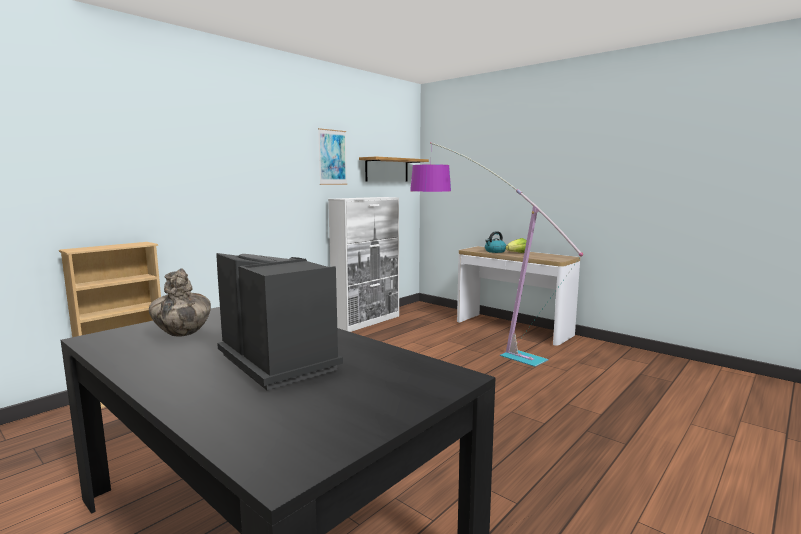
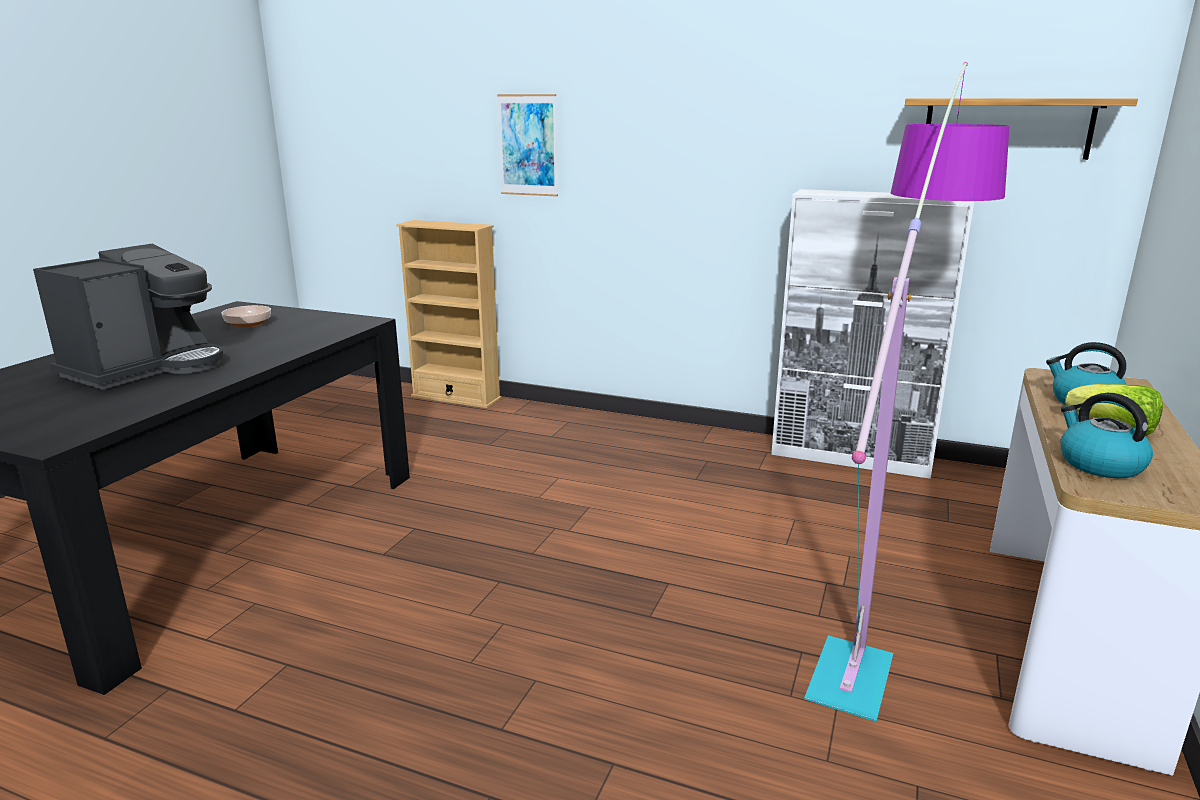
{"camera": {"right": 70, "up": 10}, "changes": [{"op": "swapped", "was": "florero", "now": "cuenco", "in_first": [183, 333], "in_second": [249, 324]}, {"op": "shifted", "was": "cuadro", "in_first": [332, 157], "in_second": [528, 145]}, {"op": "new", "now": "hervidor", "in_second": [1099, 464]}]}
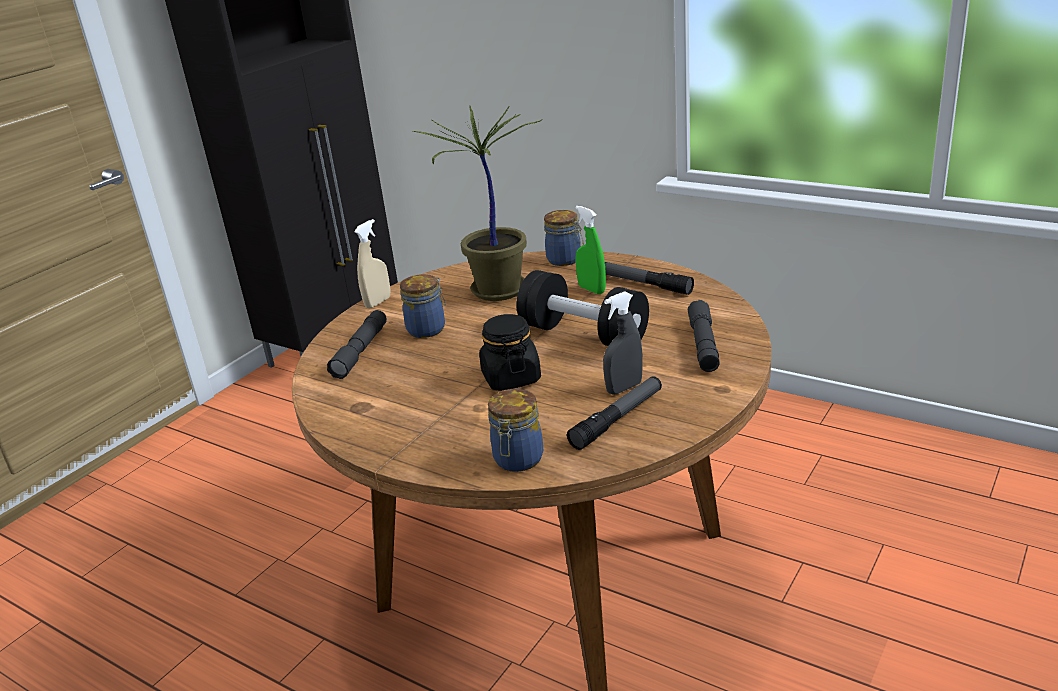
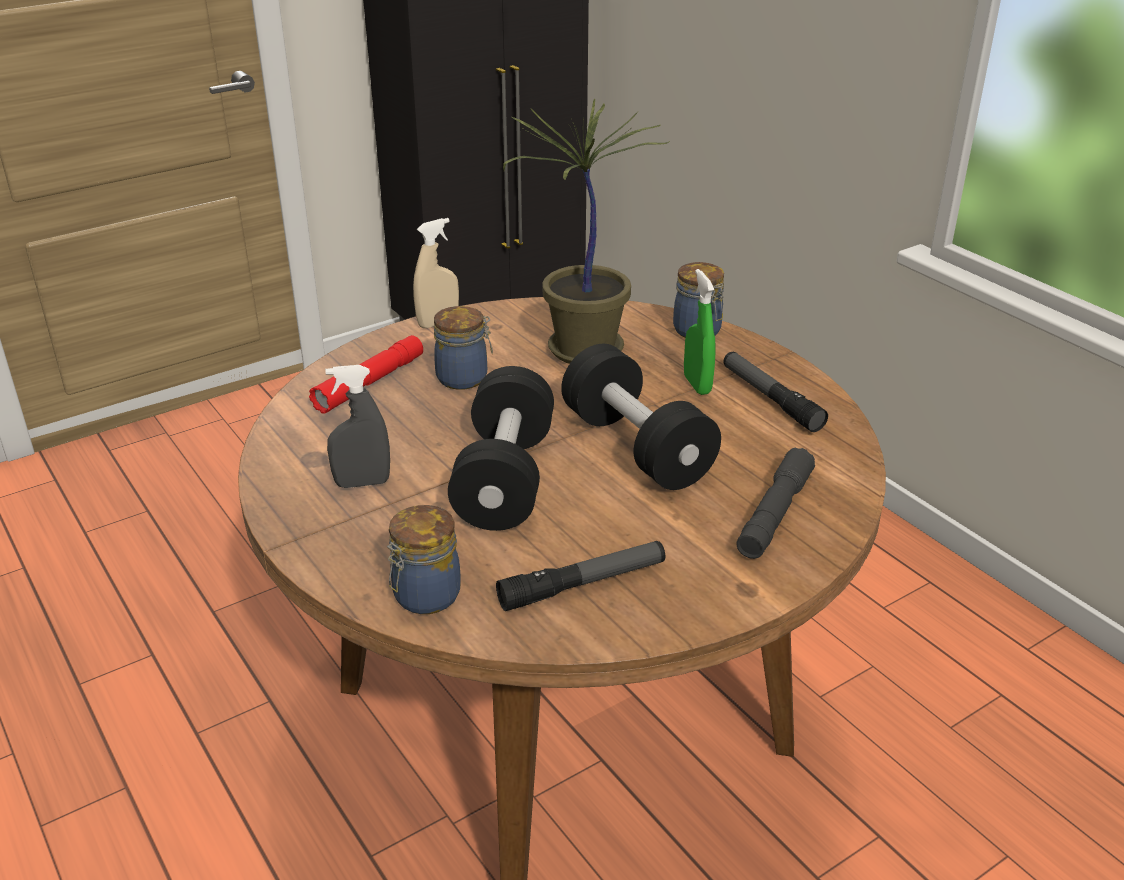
{"camera": {"right": 20, "up": 5}, "changes": [{"op": "repainted", "was": "linterna [gris]", "now": "linterna [rojo]", "in_first": [360, 351], "in_second": [370, 383]}, {"op": "shifted", "was": "pulverizador [gris]", "in_first": [624, 388], "in_second": [362, 483]}, {"op": "swapped", "was": "tarro [negro]", "now": "mancuerna [negro]", "in_first": [511, 378], "in_second": [505, 479]}]}
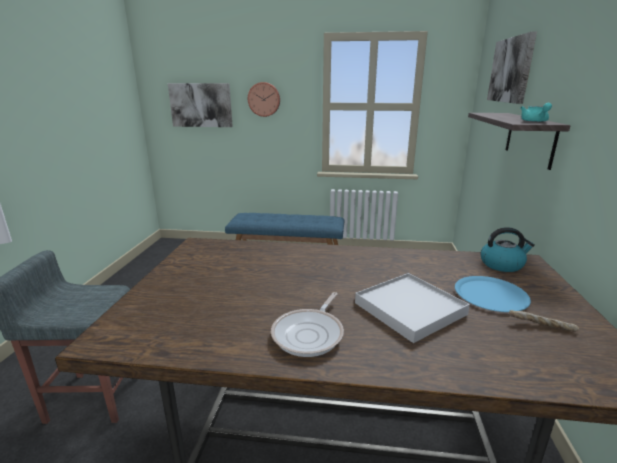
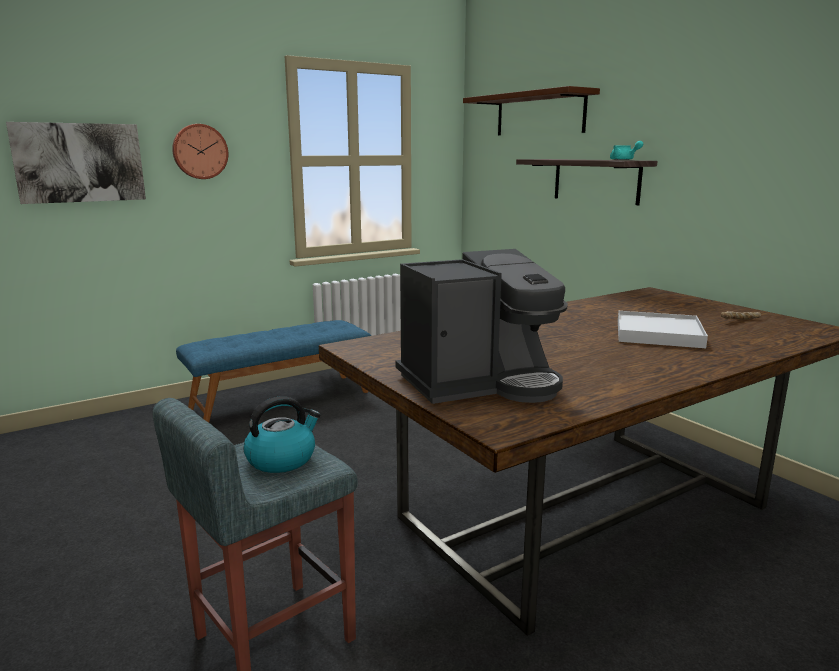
{"camera": {"right": -40, "up": -5}, "changes": [{"op": "shifted", "was": "hervidor", "in_first": [502, 264], "in_second": [282, 459]}, {"op": "new", "now": "cafetera", "in_second": [480, 383]}, {"op": "swapped", "was": "cuadro", "now": "estante [marrón]", "in_first": [511, 70], "in_second": [539, 114]}, {"op": "gone", "was": "sartén", "in_first": [310, 334]}, {"op": "gone", "was": "plato [azul]", "in_first": [490, 295]}]}
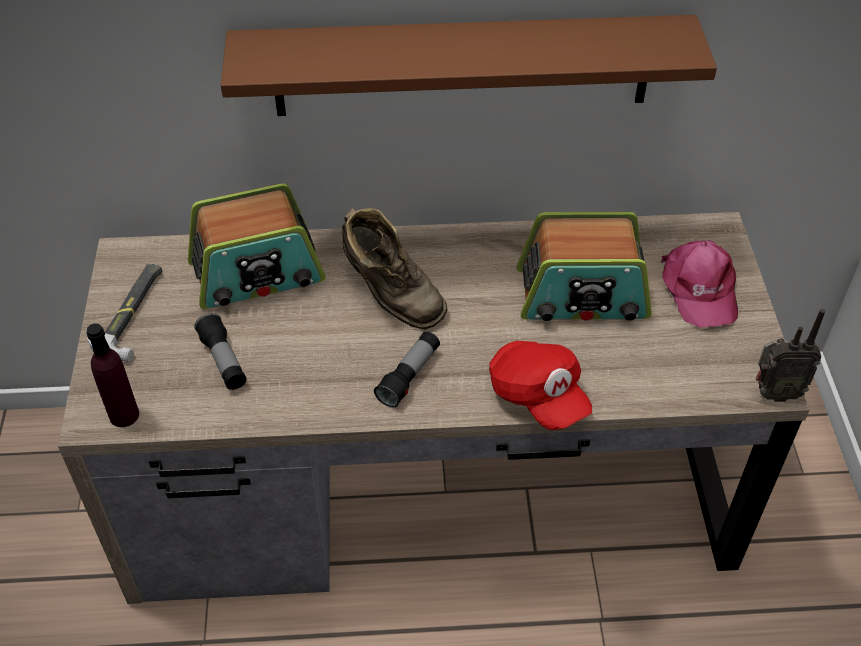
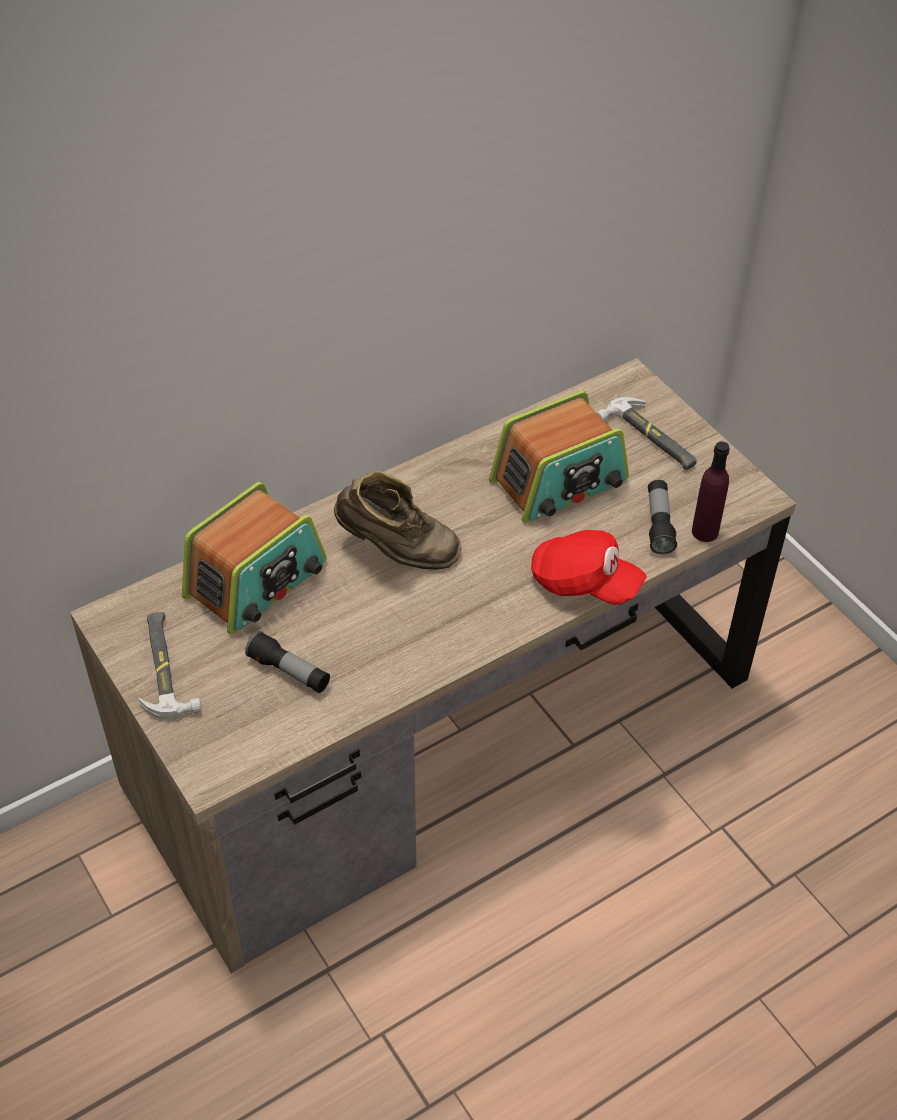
{"camera": {"right": -30, "up": 0}, "changes": [{"op": "swapped", "was": "gorra [rosa]", "now": "martillo", "in_first": [699, 289], "in_second": [650, 438]}, {"op": "shifted", "was": "linterna", "in_first": [409, 376], "in_second": [659, 524]}, {"op": "shifted", "was": "botella [morado]", "in_first": [124, 415], "in_second": [705, 532]}, {"op": "gone", "was": "estante [marrón]", "in_first": [462, 66]}, {"op": "gone", "was": "radio", "in_first": [774, 393]}]}
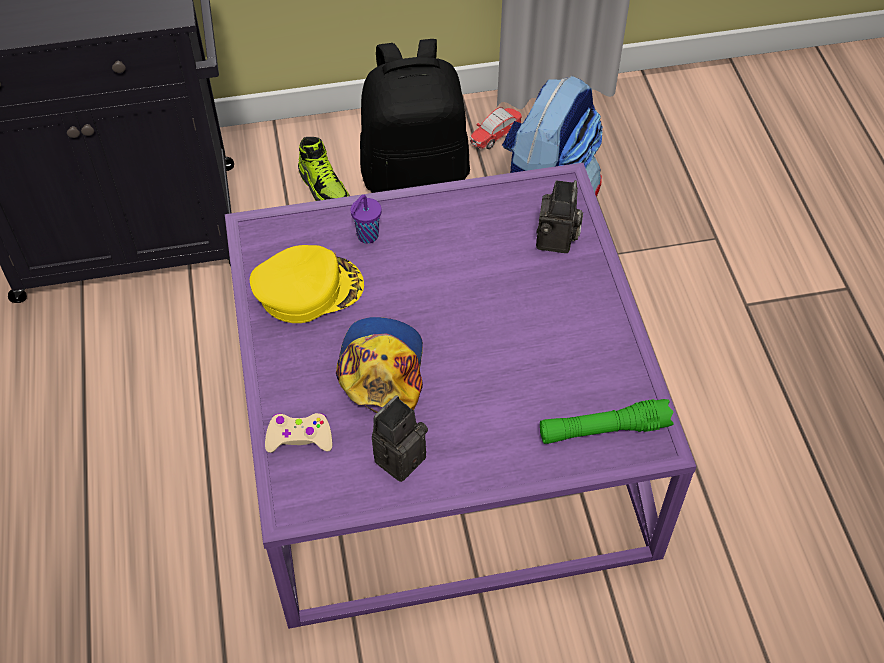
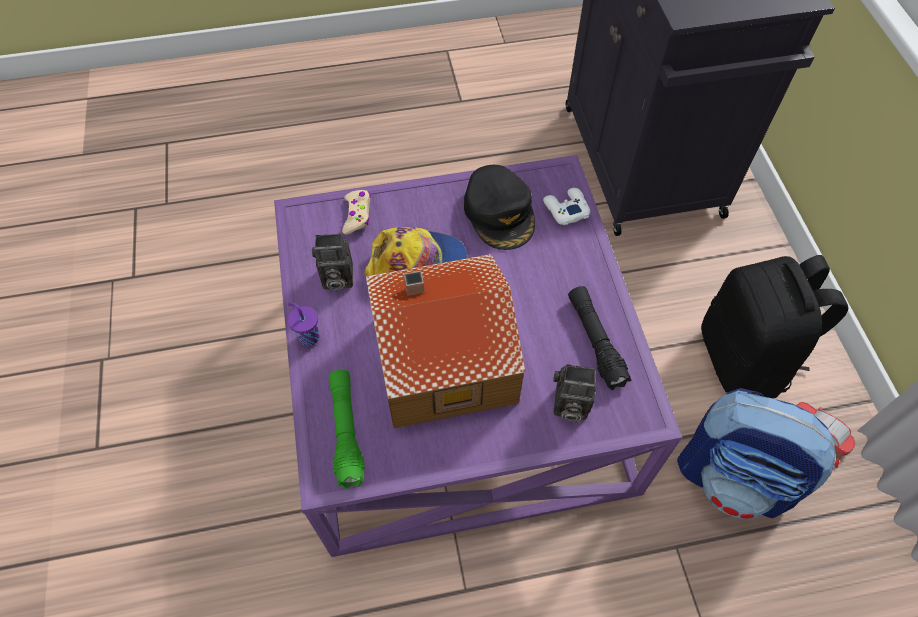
{"camera": {"right": 90, "up": 5}, "changes": [{"op": "shifted", "was": "taza [morado]", "in_first": [366, 237], "in_second": [308, 337]}, {"op": "rotated", "was": "cámara", "in_first": [399, 456], "in_second": [336, 279], "clockwise": 135}, {"op": "new", "now": "casita", "in_second": [440, 357]}, {"op": "repainted", "was": "gorra [amarillo]", "now": "gorra [negro]", "in_first": [308, 289], "in_second": [500, 212]}, {"op": "new", "now": "mando de consola [blanco]", "in_second": [565, 209]}, {"op": "new", "now": "linterna [negro]", "in_second": [595, 341]}, {"op": "gone", "was": "zapato", "in_first": [324, 187]}]}
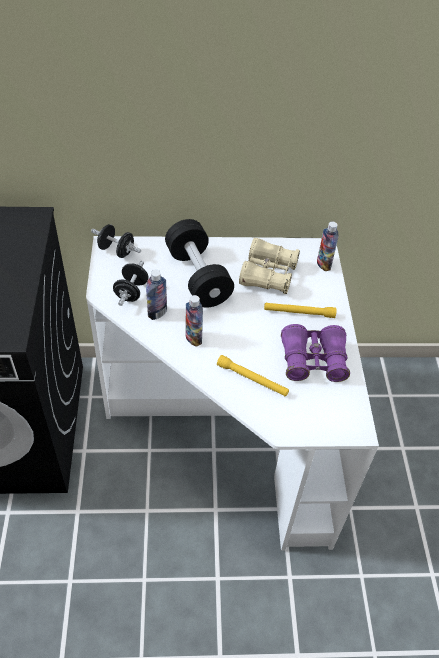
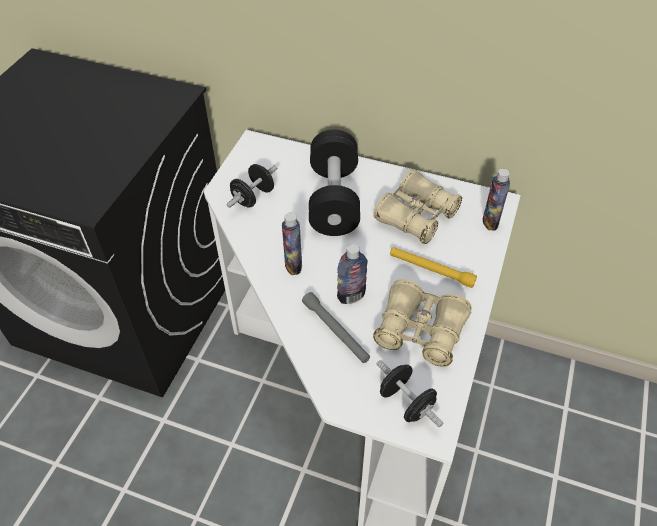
{"camera": {"right": 25, "up": 0}, "changes": [{"op": "repainted", "was": "linterna [amarillo]", "now": "linterna [gris]", "in_first": [252, 379], "in_second": [335, 331]}, {"op": "shifted", "was": "botella", "in_first": [157, 313], "in_second": [351, 296]}, {"op": "repainted", "was": "prismáticos [morado]", "now": "prismáticos [beis]", "in_first": [313, 360], "in_second": [420, 331]}, {"op": "shifted", "was": "mancuerna [negro]", "in_first": [116, 250], "in_second": [406, 403]}]}
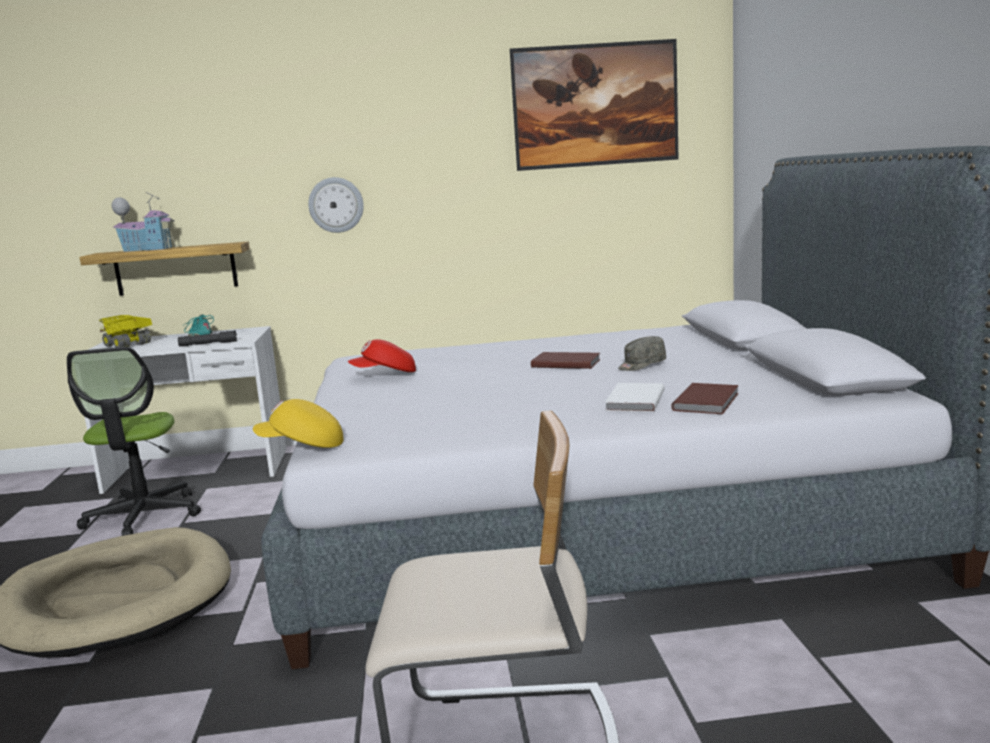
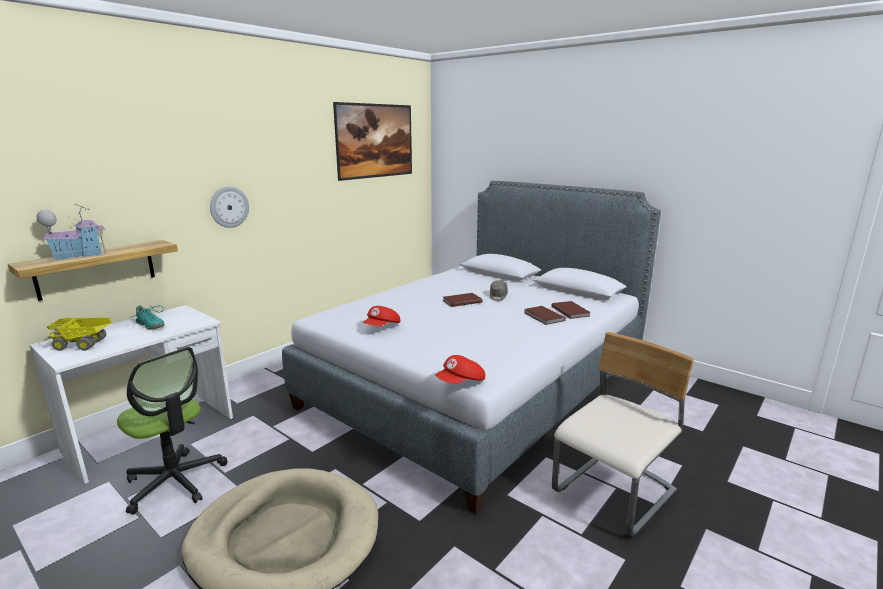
{"camera": {"right": -45, "up": 5}, "changes": [{"op": "repainted", "was": "gorra [amarillo]", "now": "gorra [rojo]", "in_first": [301, 446], "in_second": [461, 383]}, {"op": "repainted", "was": "libro [blanco]", "now": "libro [marrón]", "in_first": [633, 401], "in_second": [543, 317]}, {"op": "gone", "was": "linterna [gris]", "in_first": [208, 344]}]}
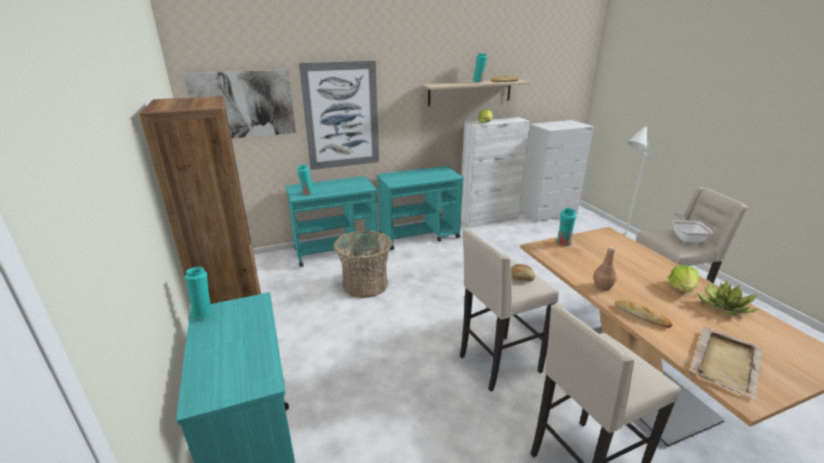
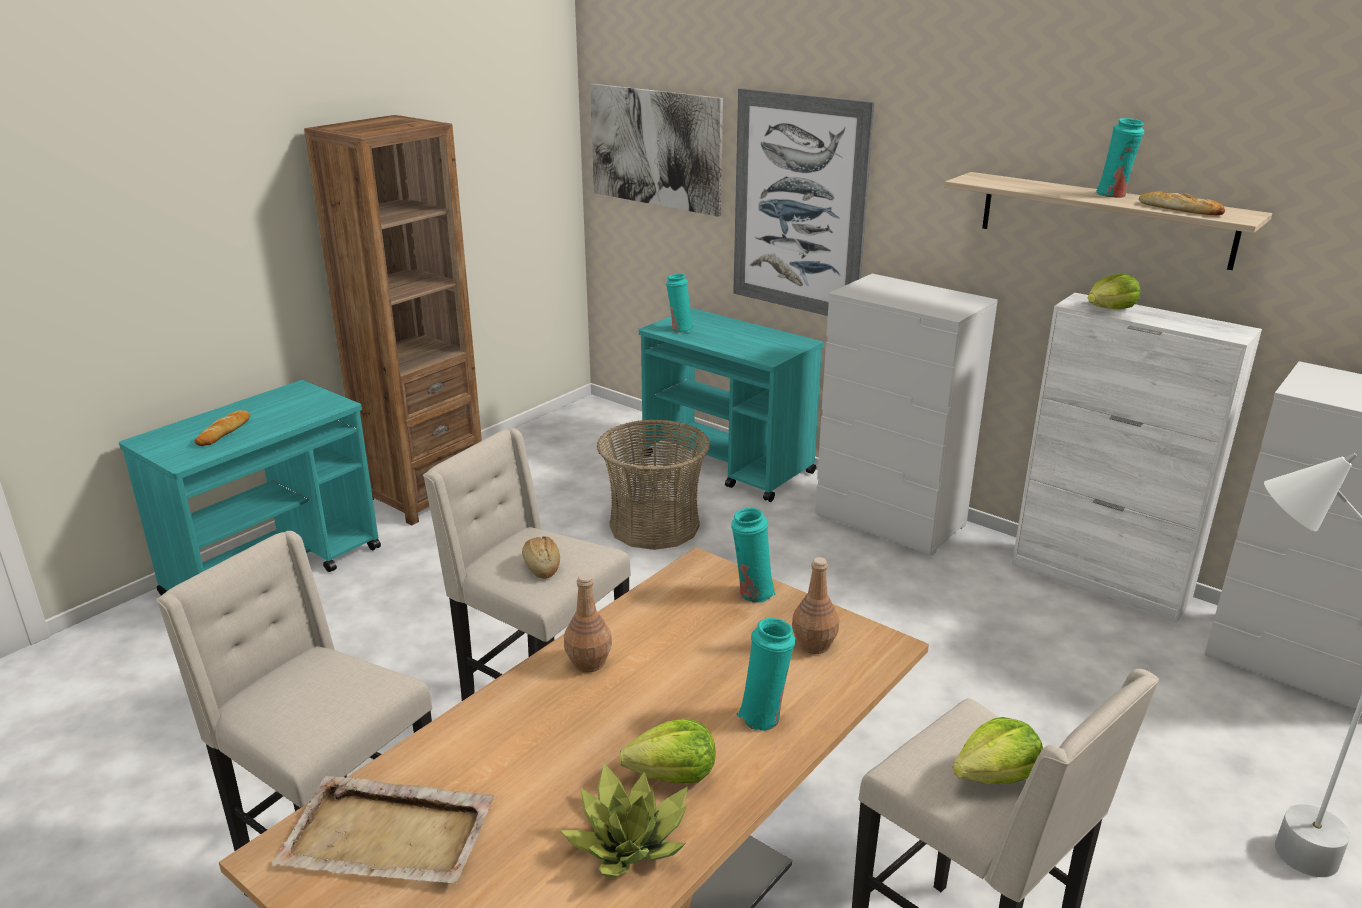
{"camera": {"right": 60, "up": 0}, "changes": [{"op": "shifted", "was": "pan", "in_first": [641, 316], "in_second": [224, 432]}, {"op": "shifted", "was": "florero [turquesa]", "in_first": [203, 313], "in_second": [764, 716]}, {"op": "new", "now": "botella [marrón]", "in_second": [813, 644]}, {"op": "swapped", "was": "carrito [turquesa]", "now": "cómoda [blanco]", "in_first": [419, 236], "in_second": [890, 521]}, {"op": "swapped", "was": "sartén", "now": "lechuga", "in_first": [686, 238], "in_second": [996, 775]}]}
